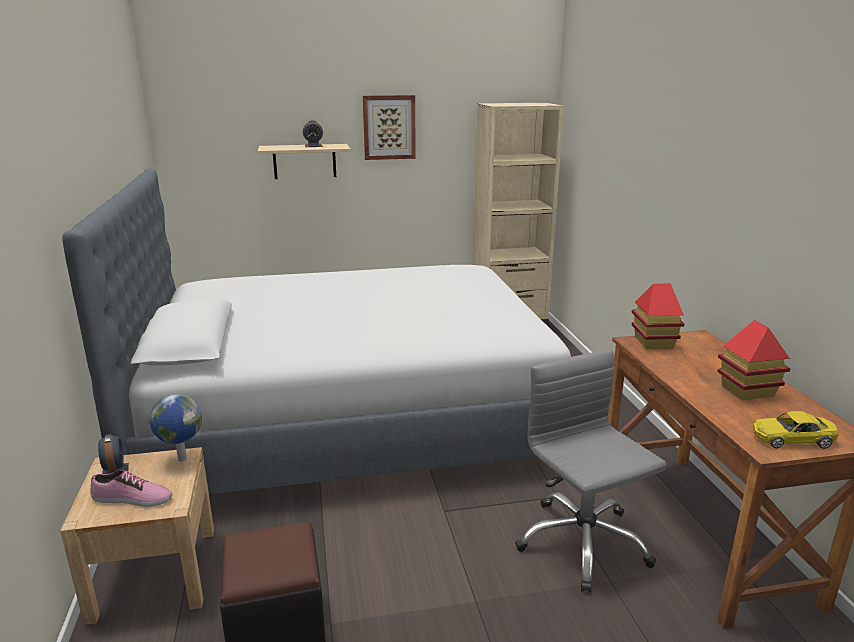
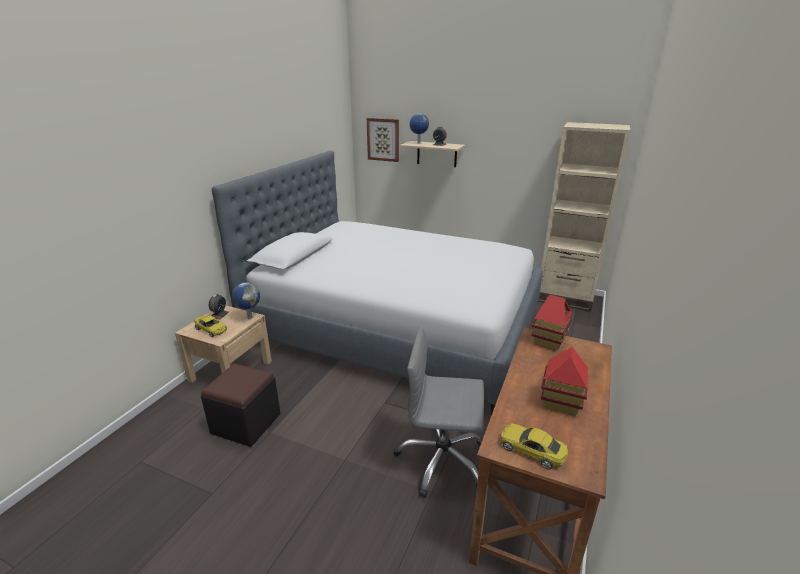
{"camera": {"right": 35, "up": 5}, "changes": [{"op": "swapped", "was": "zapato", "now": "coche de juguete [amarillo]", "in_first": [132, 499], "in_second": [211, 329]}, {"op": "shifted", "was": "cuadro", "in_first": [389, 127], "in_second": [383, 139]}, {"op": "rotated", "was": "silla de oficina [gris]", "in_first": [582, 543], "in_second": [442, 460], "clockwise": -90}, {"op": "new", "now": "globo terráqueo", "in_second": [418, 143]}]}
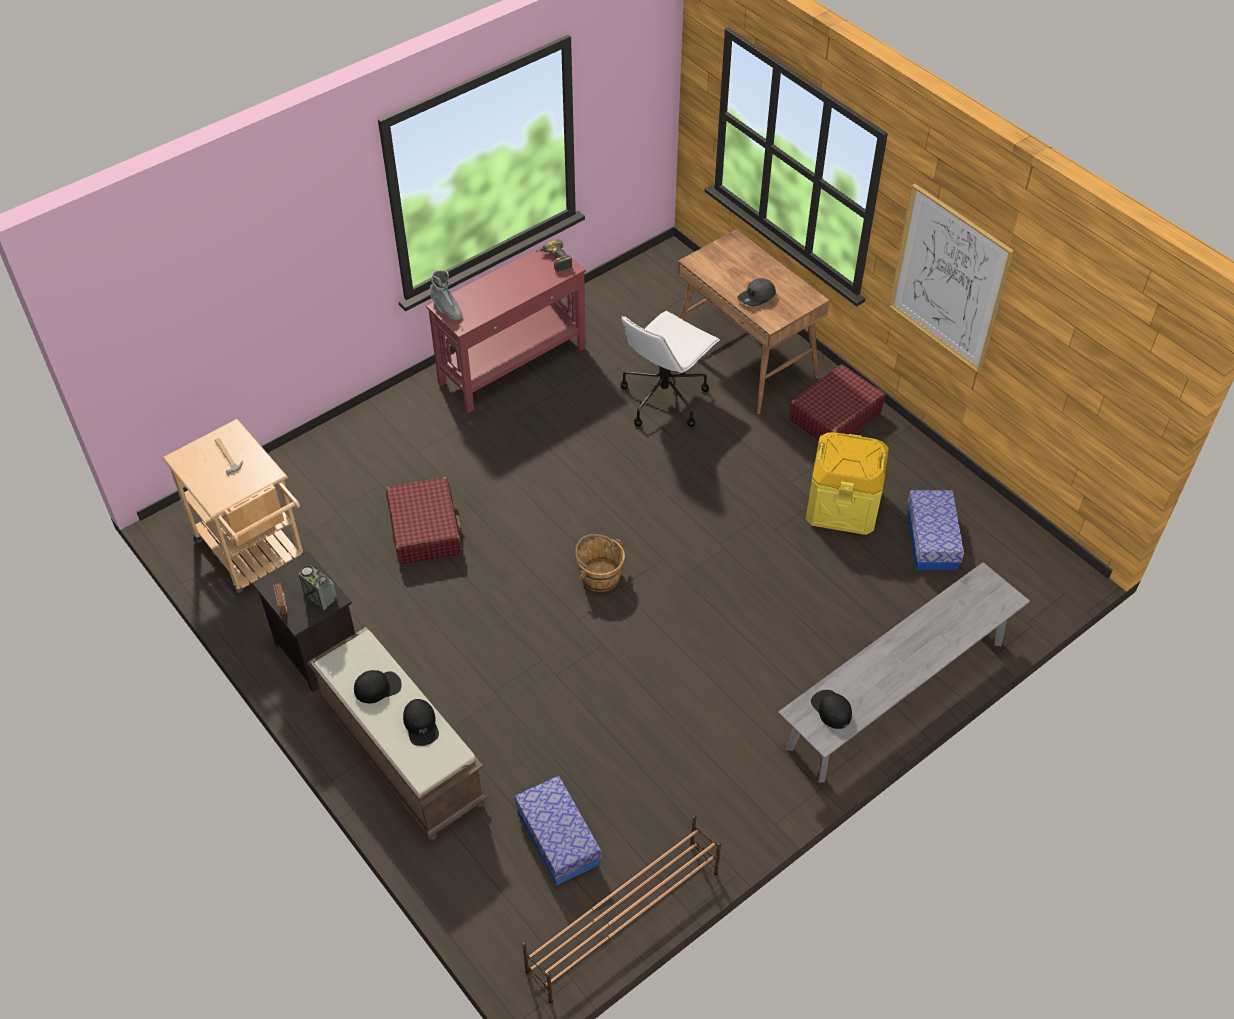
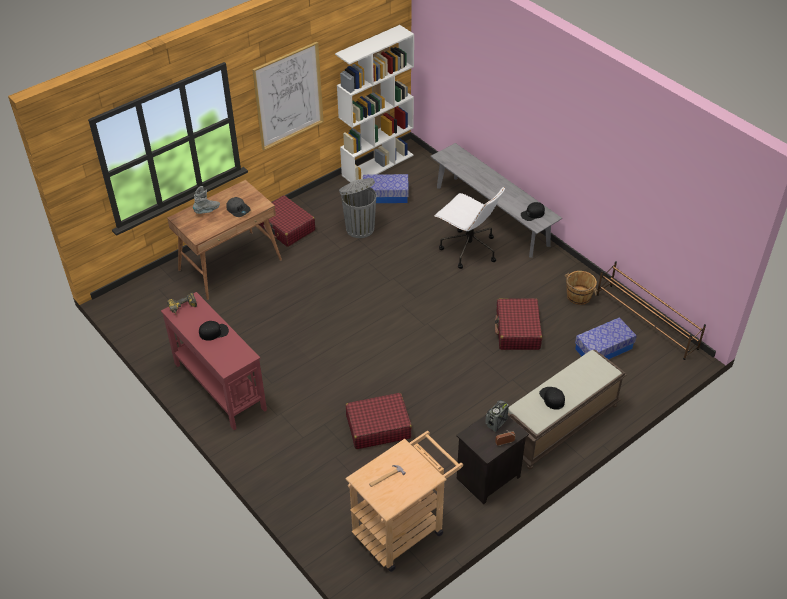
{"camera": {"right": -90, "up": -5}, "changes": [{"op": "shifted", "was": "bota [gris]", "in_first": [446, 309], "in_second": [207, 211]}, {"op": "shifted", "was": "gorra [negro]", "in_first": [421, 725], "in_second": [214, 332]}, {"op": "new", "now": "estantería [blanco]", "in_second": [377, 165]}, {"op": "swapped", "was": "caja de almacenaje [amarillo]", "now": "papelera [gris]", "in_first": [842, 505], "in_second": [359, 228]}, {"op": "shifted", "was": "silla de oficina [blanco]", "in_first": [664, 398], "in_second": [468, 249]}, {"op": "new", "now": "maleta [rojo]", "in_second": [517, 330]}, {"op": "shifted", "was": "cubo [marrón]", "in_first": [600, 576], "in_second": [578, 296]}]}
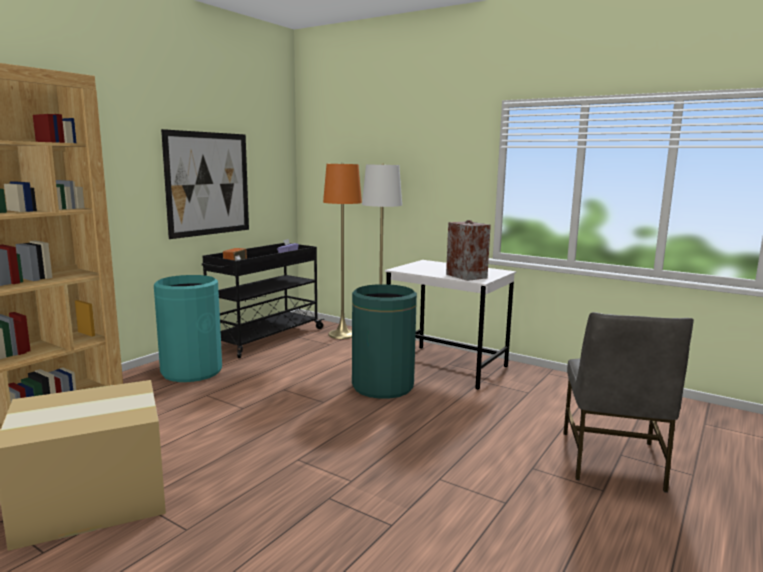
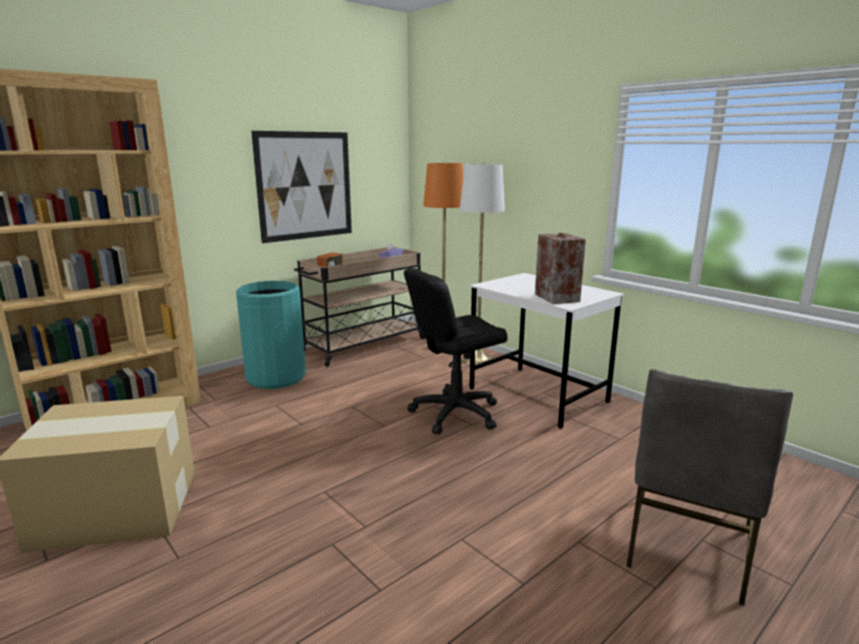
{"camera": {"right": 15, "up": 5}, "changes": [{"op": "repainted", "was": "carrito [negro]", "now": "carrito [beis]", "in_first": [264, 338], "in_second": [362, 345]}, {"op": "swapped", "was": "papelera [verde]", "now": "silla de oficina [negro]", "in_first": [382, 386], "in_second": [455, 413]}]}
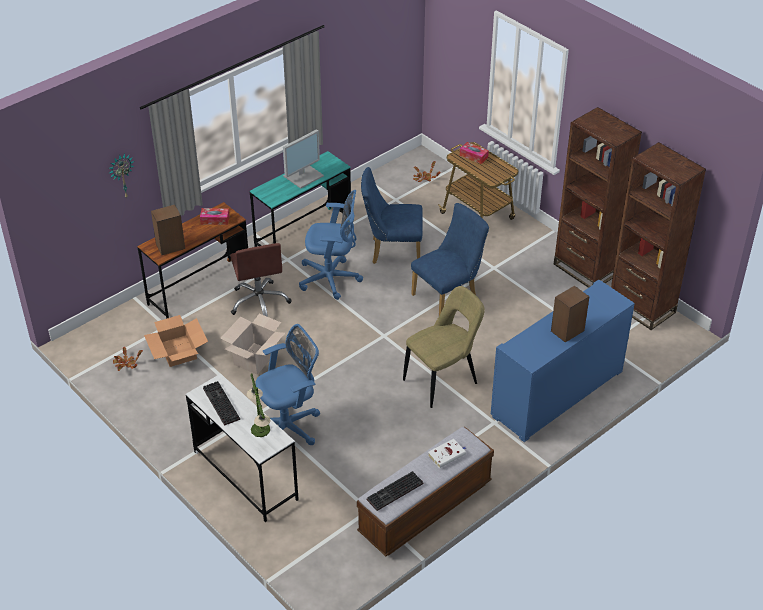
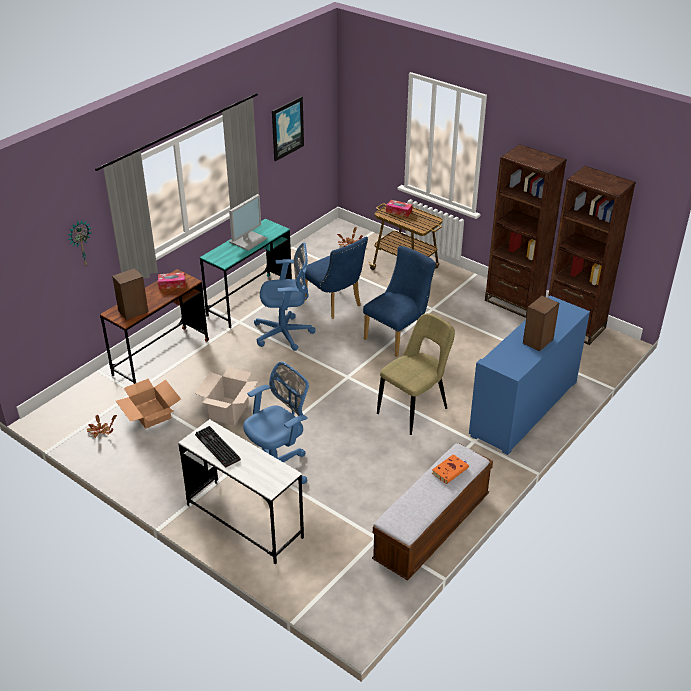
{"camera": {"right": -10, "up": -5}, "changes": [{"op": "new", "now": "cuadro", "in_second": [287, 128]}, {"op": "rotated", "was": "silla [azul]", "in_first": [391, 251], "in_second": [335, 305], "clockwise": -120}, {"op": "repainted", "was": "libro [blanco]", "now": "libro [naranja]", "in_first": [447, 454], "in_second": [450, 470]}, {"op": "gone", "was": "silla de oficina [marrón]", "in_first": [259, 302]}, {"op": "gone", "was": "lámpara de mesa", "in_first": [260, 430]}, {"op": "gone", "was": "teclado", "in_first": [395, 493]}]}
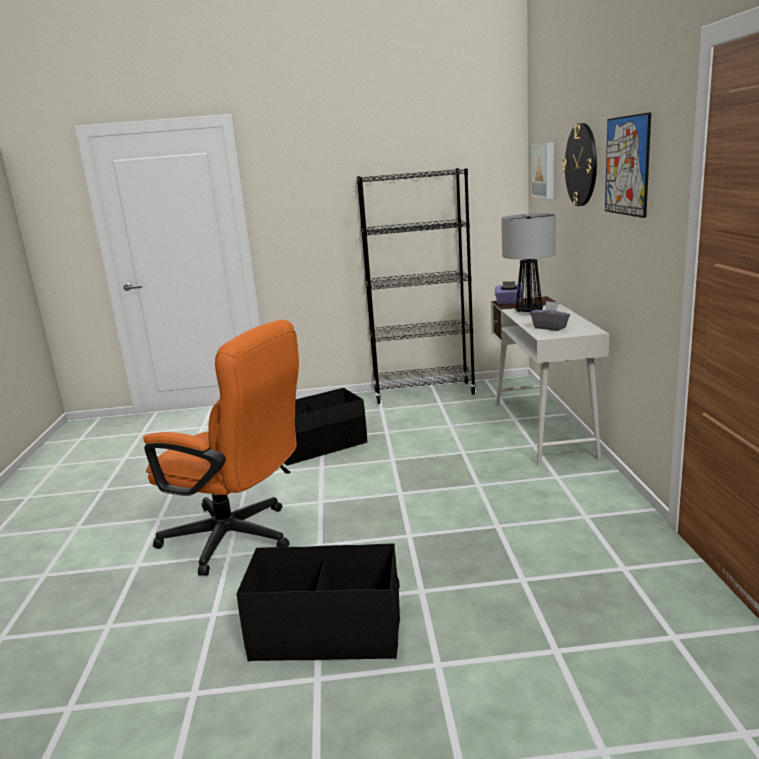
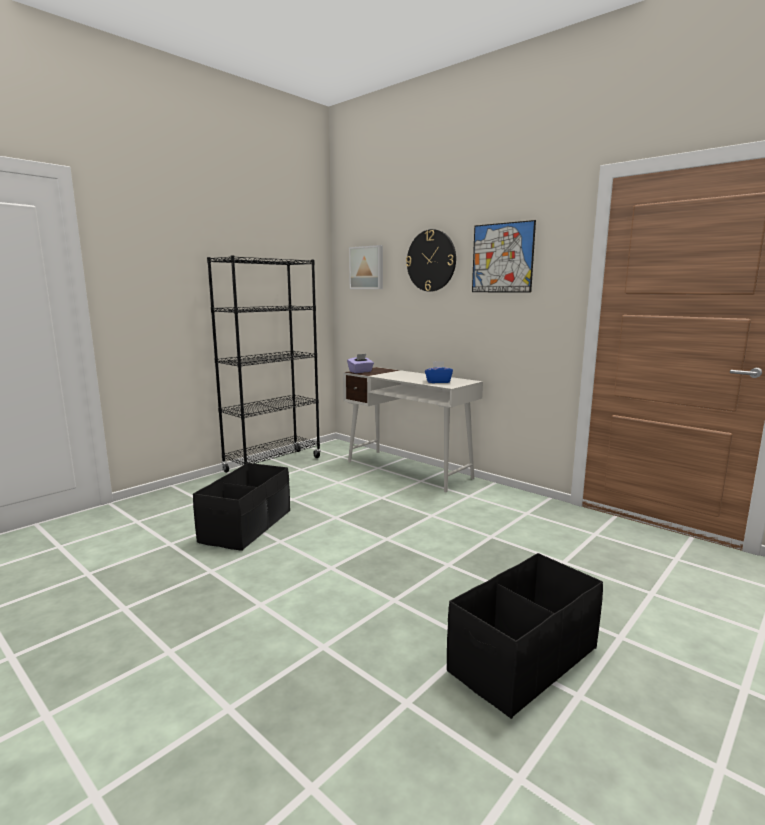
{"camera": {"right": -45, "up": -5}, "changes": [{"op": "repainted", "was": "caja de pañuelos [gris]", "now": "caja de pañuelos [azul]", "in_first": [550, 327], "in_second": [438, 382]}, {"op": "gone", "was": "silla de oficina [naranja]", "in_first": [239, 539]}, {"op": "gone", "was": "lámpara de mesa", "in_first": [529, 312]}]}
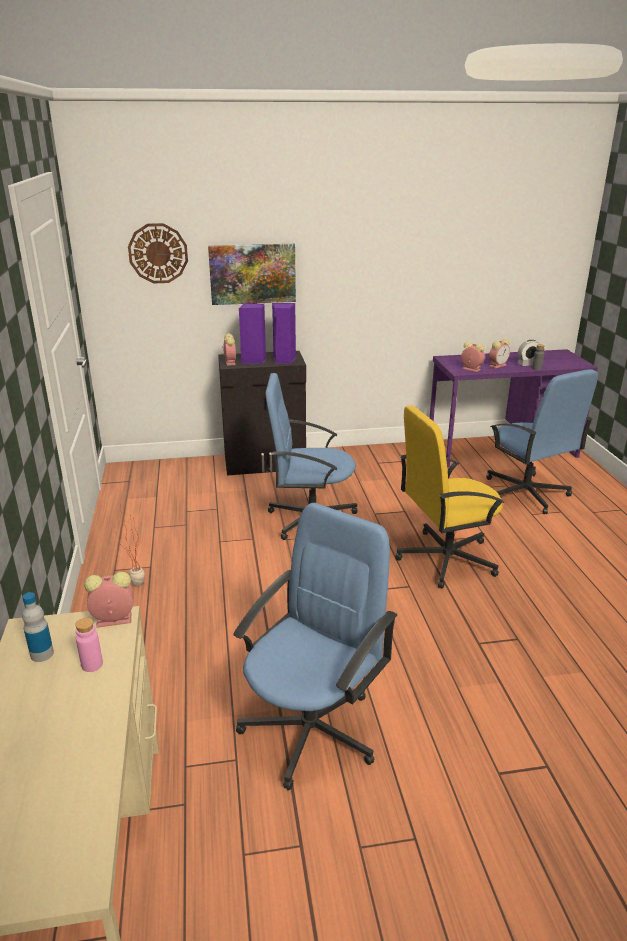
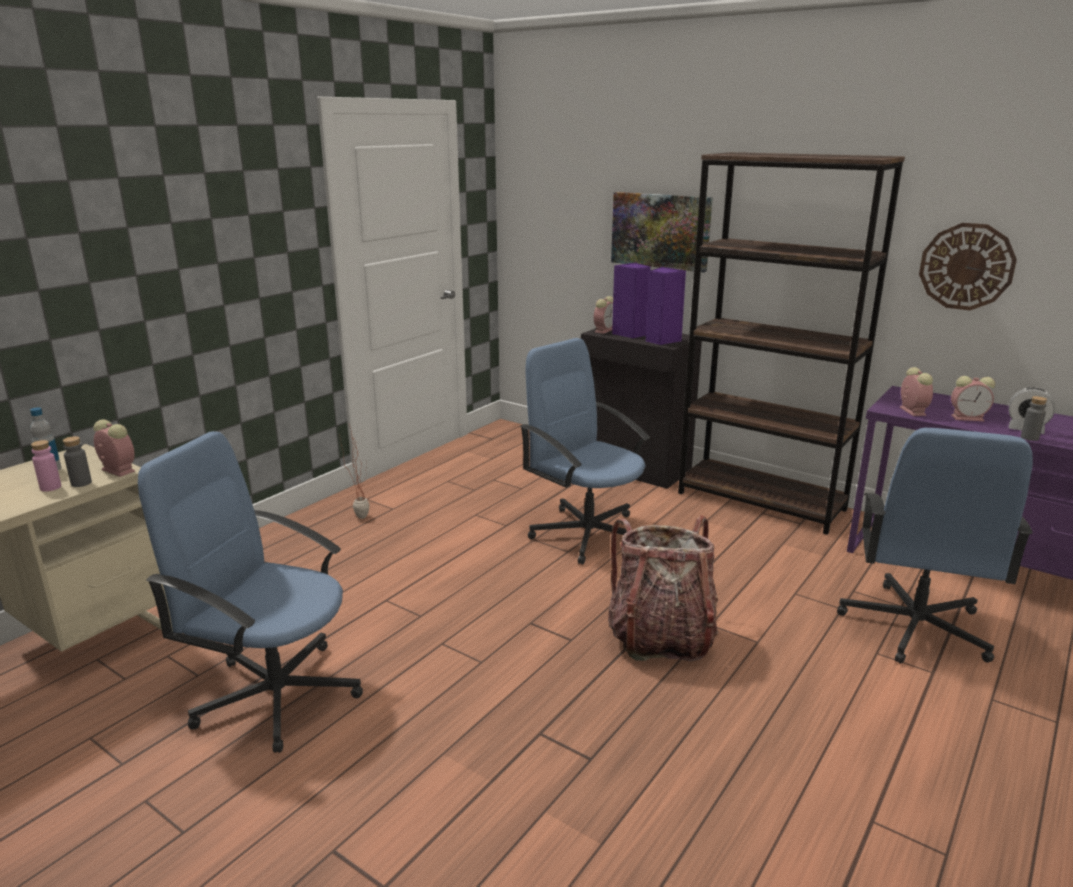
{"camera": {"right": 45, "up": -5}, "changes": [{"op": "new", "now": "botella [gris]", "in_second": [81, 483]}, {"op": "rotated", "was": "silla de oficina [azul]", "in_first": [312, 729], "in_second": [276, 694], "clockwise": -150}, {"op": "swapped", "was": "silla de oficina [amarillo]", "now": "mochila", "in_first": [445, 559], "in_second": [660, 637]}, {"op": "new", "now": "estantería [marrón]", "in_second": [761, 501]}, {"op": "shifted", "was": "reloj de pared", "in_first": [158, 253], "in_second": [966, 266]}]}
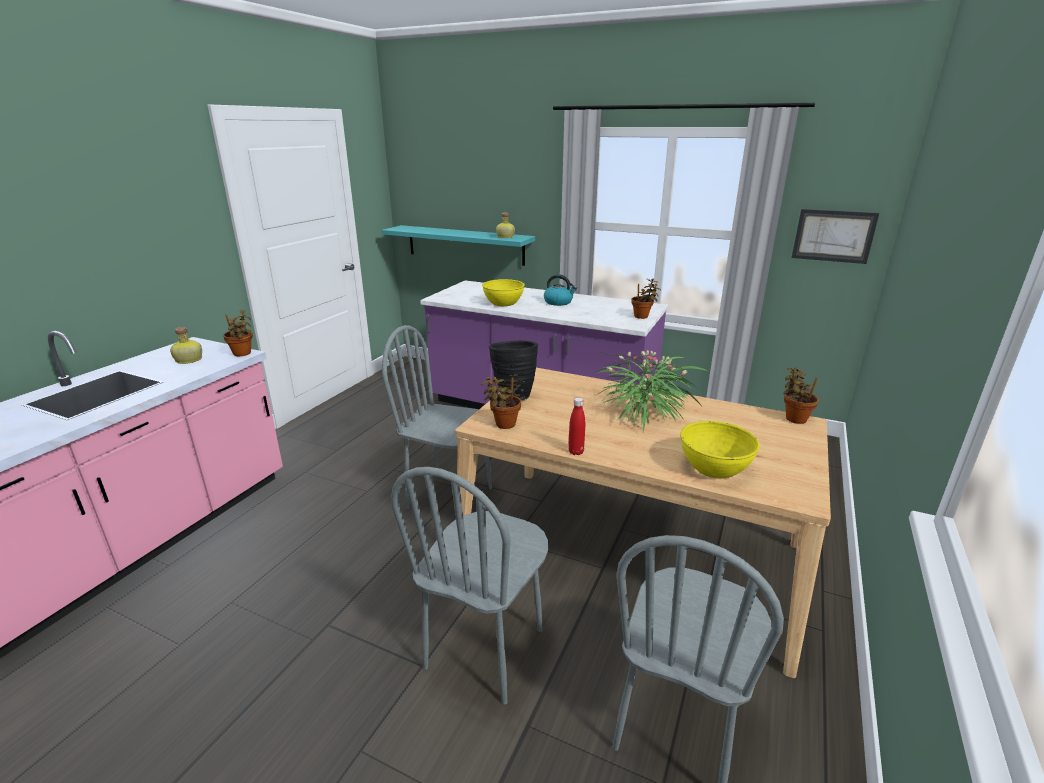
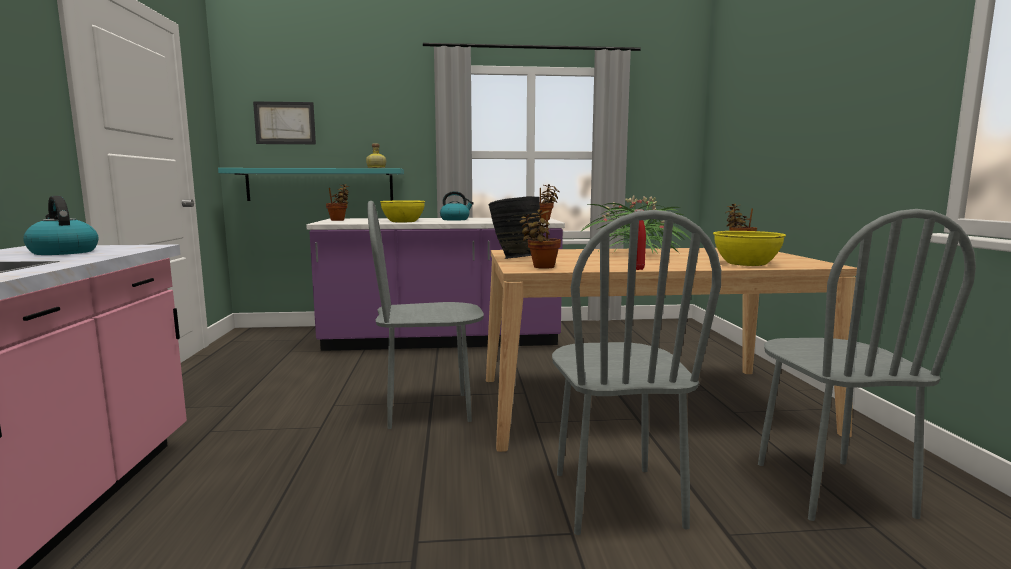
{"camera": {"right": -30, "up": -15}, "changes": [{"op": "swapped", "was": "botella", "now": "hervidor", "in_first": [188, 360], "in_second": [63, 252]}, {"op": "shifted", "was": "cuadro", "in_first": [833, 236], "in_second": [285, 123]}, {"op": "shifted", "was": "planta en maceta", "in_first": [243, 354], "in_second": [339, 220]}]}
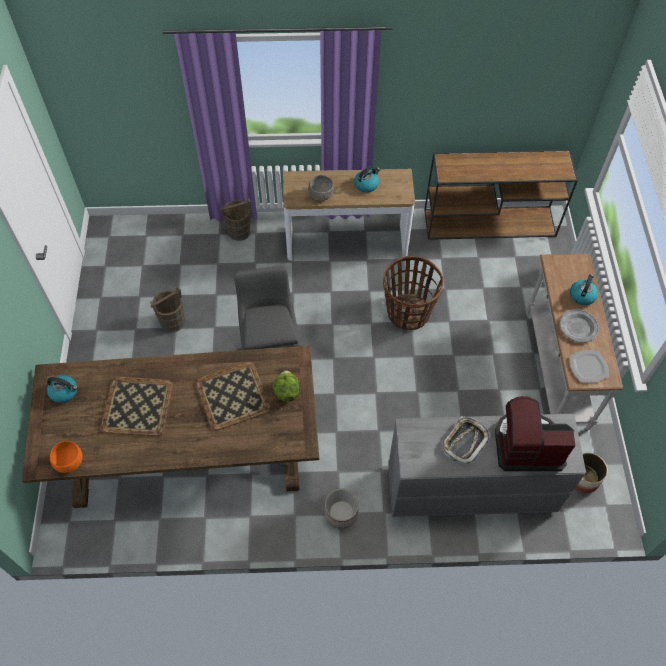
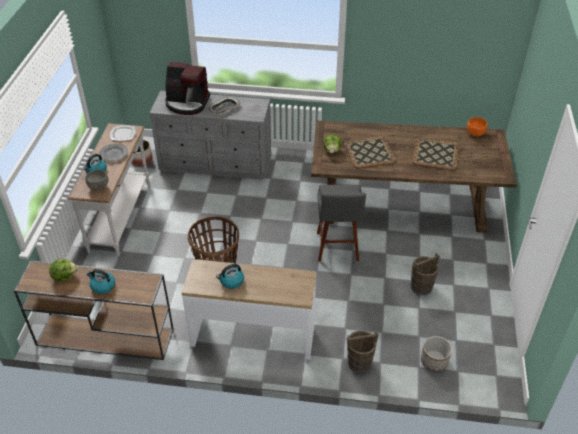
{"camera": {"right": -170, "up": -15}, "changes": [{"op": "new", "now": "lechuga", "in_second": [64, 276]}, {"op": "shifted", "was": "cuenco [gris]", "in_first": [321, 196], "in_second": [99, 187]}, {"op": "shifted", "was": "hervidor", "in_first": [64, 392], "in_second": [102, 286]}, {"op": "shifted", "was": "maceta", "in_first": [341, 514], "in_second": [434, 361]}]}
